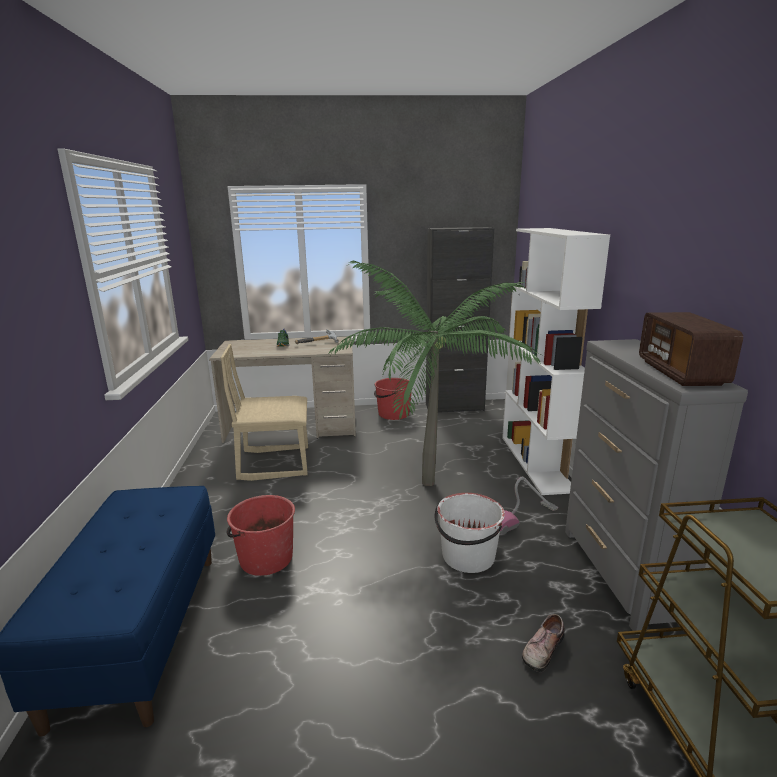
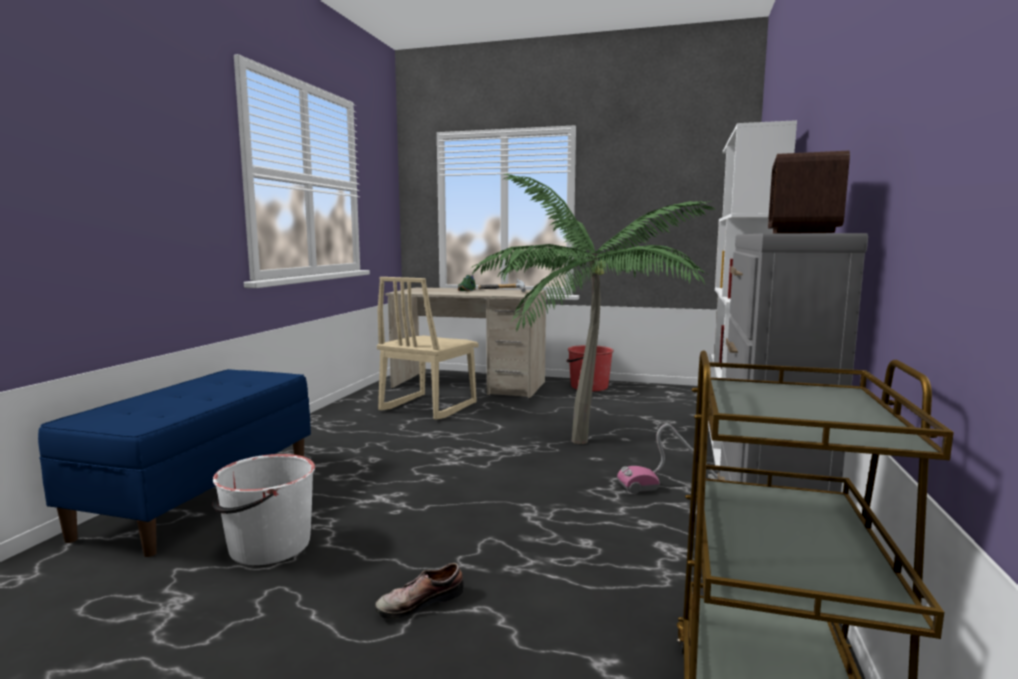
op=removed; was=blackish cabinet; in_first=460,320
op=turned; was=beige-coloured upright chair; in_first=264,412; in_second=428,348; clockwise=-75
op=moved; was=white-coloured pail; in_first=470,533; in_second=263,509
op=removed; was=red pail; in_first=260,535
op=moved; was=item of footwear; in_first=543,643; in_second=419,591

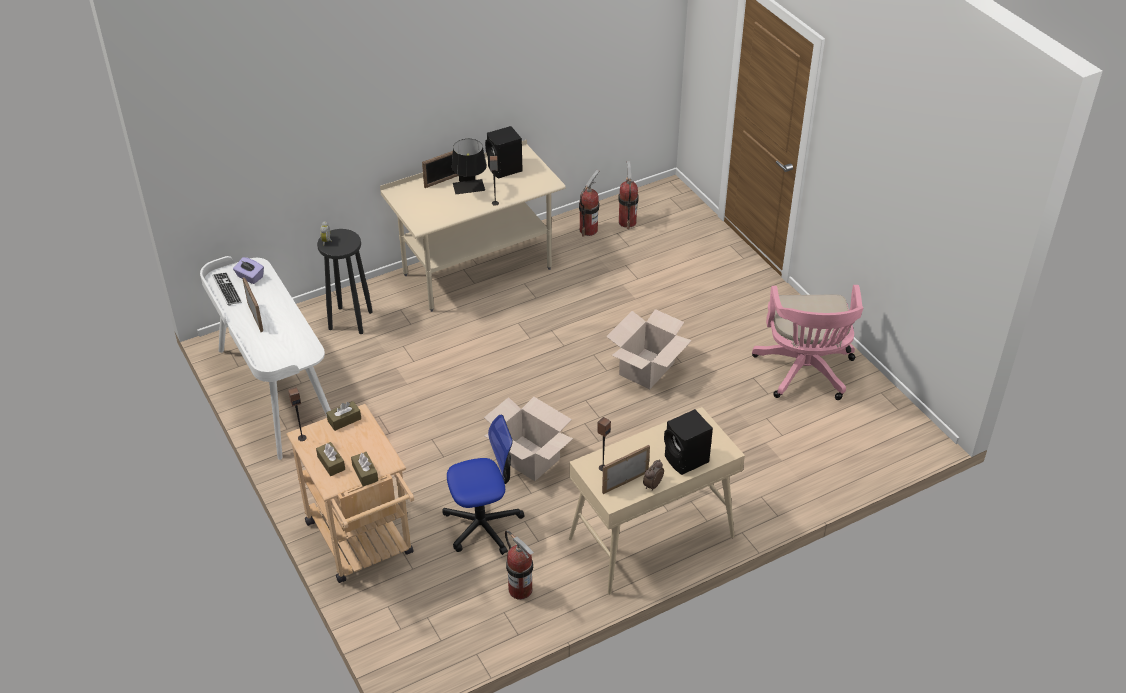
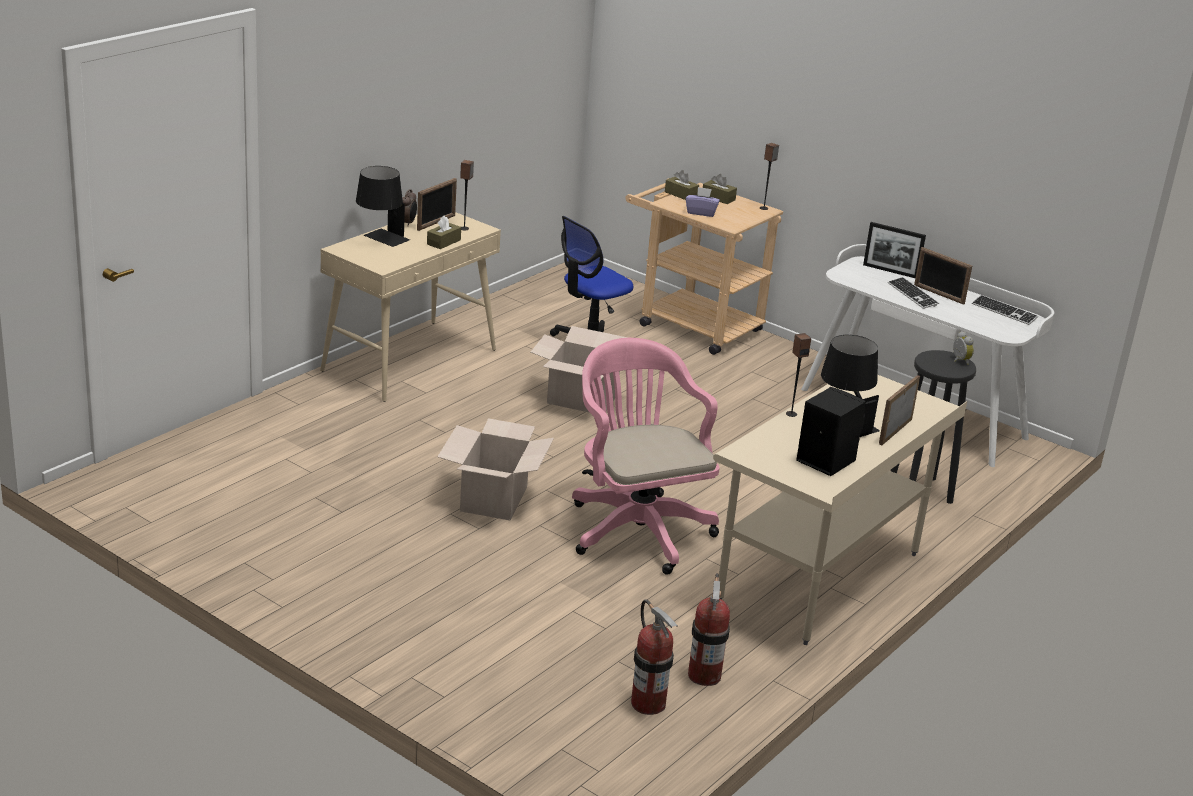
op=moved; was=purple tissue box; in_first=248,270; in_second=703,202
op=moved; was=pinkish office chair; in_first=807,342; in_second=646,456
op=moved; was=brown-coloured tissue box; in_first=343,416; in_second=444,232
op=replaced; was=blackish audio speaker; now=blackish table lamp; in_first=688,442; in_second=383,206
op=removed; was=fire-fighting cylinder; in_first=519,565
op=added; now=photo frame; in_second=894,250
op=added; now=computer keyboard; in_second=913,293

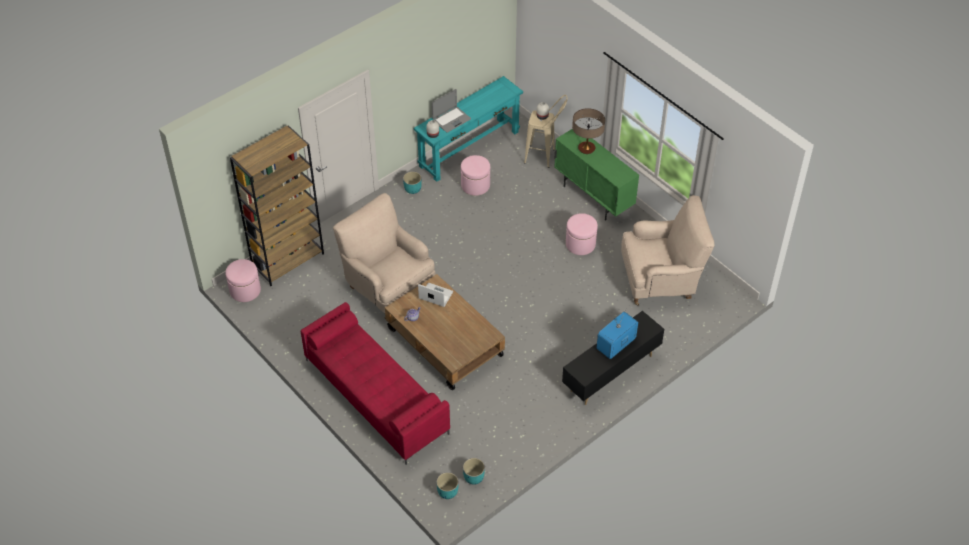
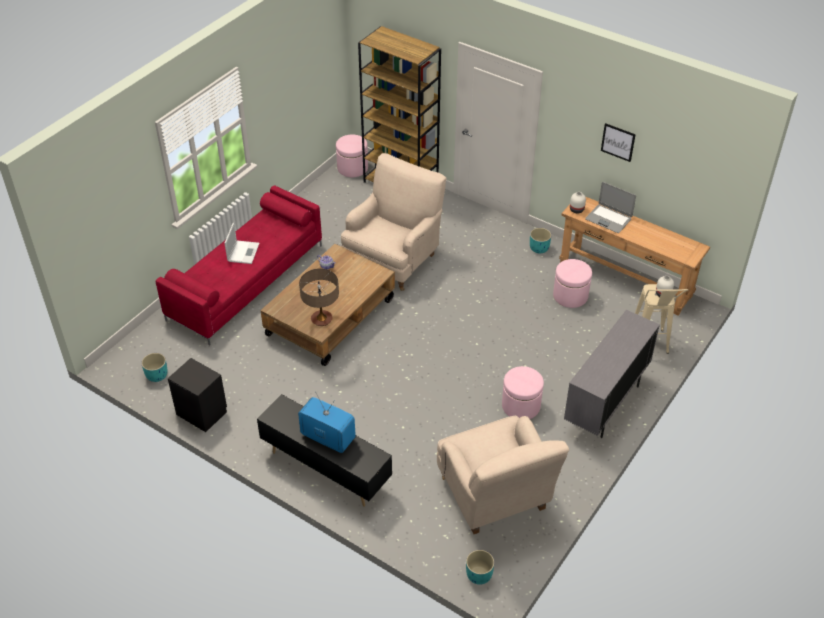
op=recoloured; was=turquoise hall table; now=brown-coloured hall table; in_first=468,129; in_second=634,256
op=moved; was=table lamp; in_first=588,131; in_second=319,297
op=recoloured; was=green-coloured cabinet; now=grey cabinet; in_first=596,175; in_second=612,374
op=moved; was=notebook computer; in_first=435,294; in_second=242,243
op=moved; was=turquoise plant pot; in_first=447,485; in_second=480,567
op=added; now=wall picture; in_second=618,142
op=added; now=blackish bedside table; in_second=197,395

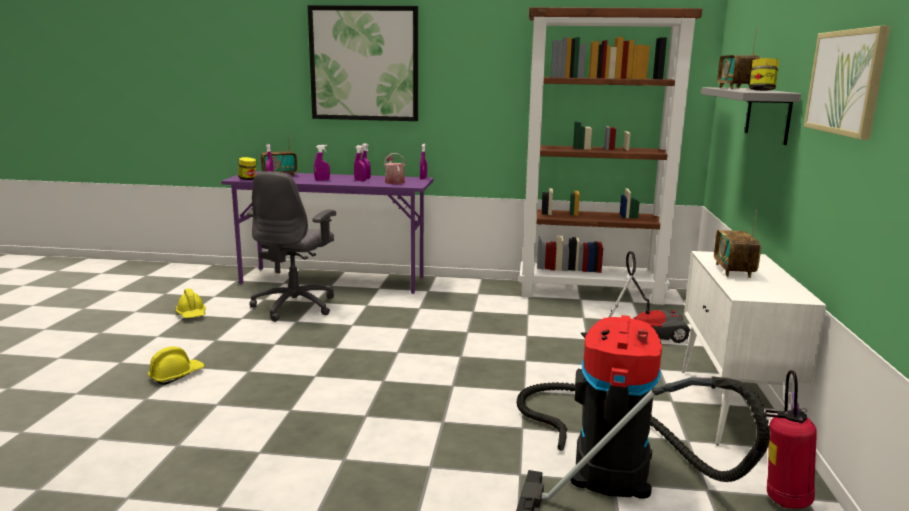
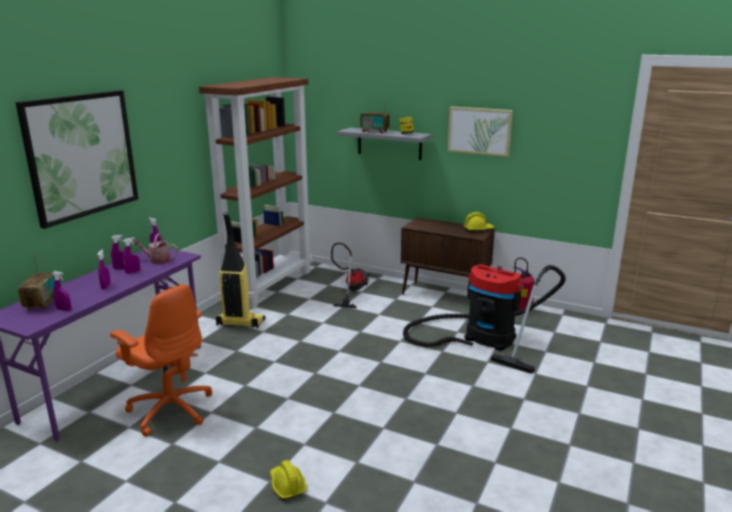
op=removed; was=jar; in_first=247,168
op=recoloured; was=grey office chair; now=orange-coloured office chair; in_first=291,246; in_second=161,360
op=removed; was=radio; in_first=737,244
op=recoloured; was=white-coloured cabinet; now=brown-coloured cabinet; in_first=754,348; in_second=448,256
op=moved; was=yellow-coloured work helmet; in_first=191,303; in_second=479,222
op=added; now=vacuum; in_second=240,270

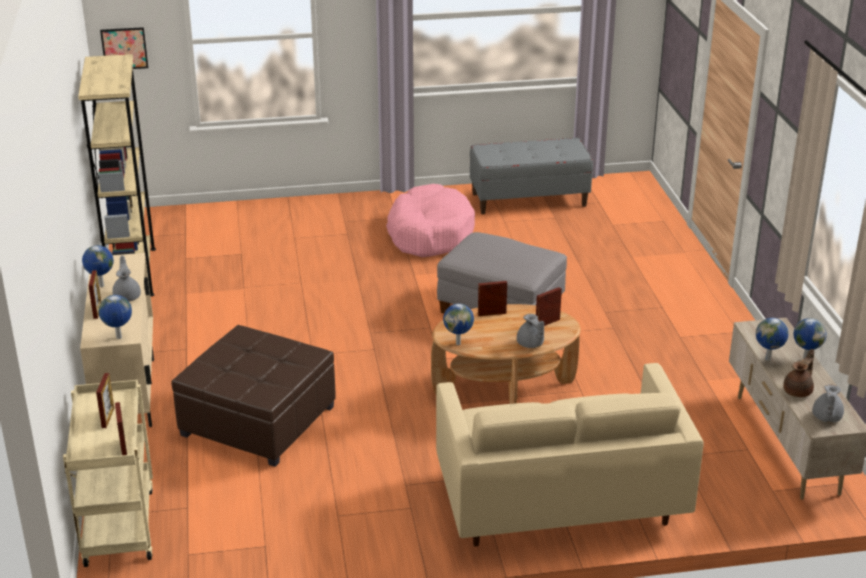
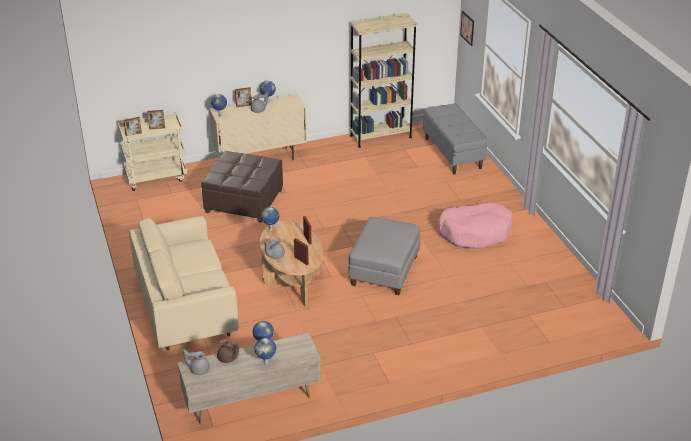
op=moved; was=grey bench; in_first=531,176; in_second=455,138

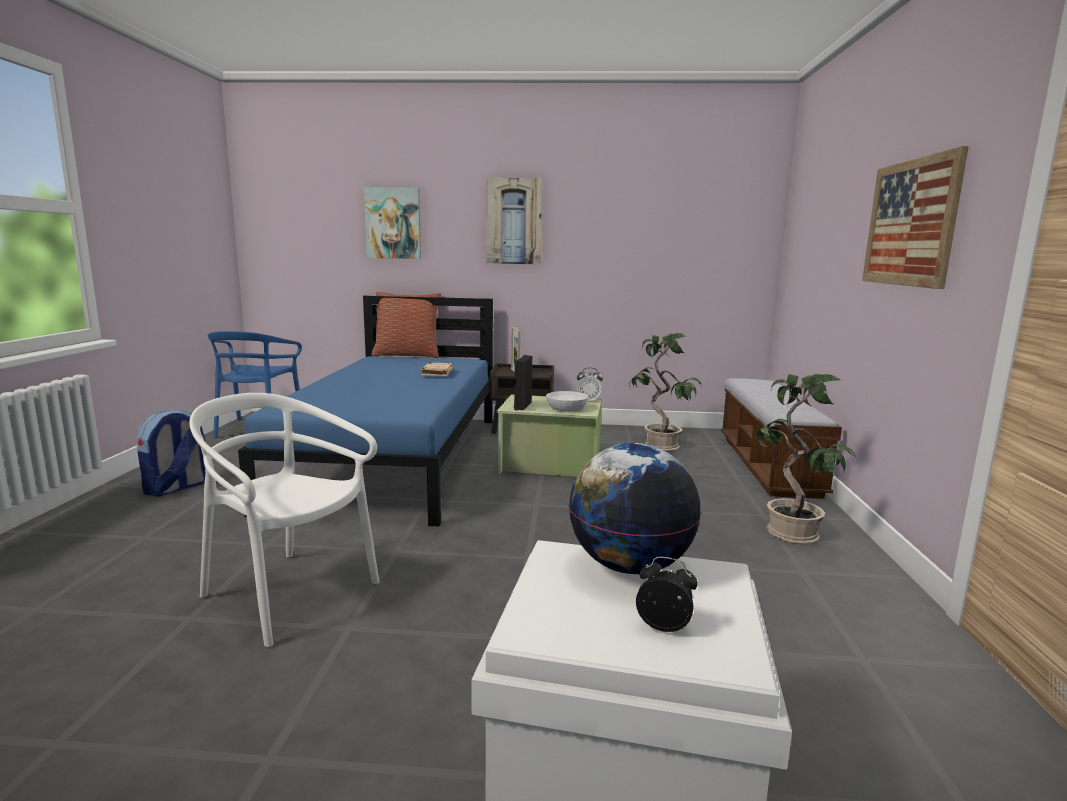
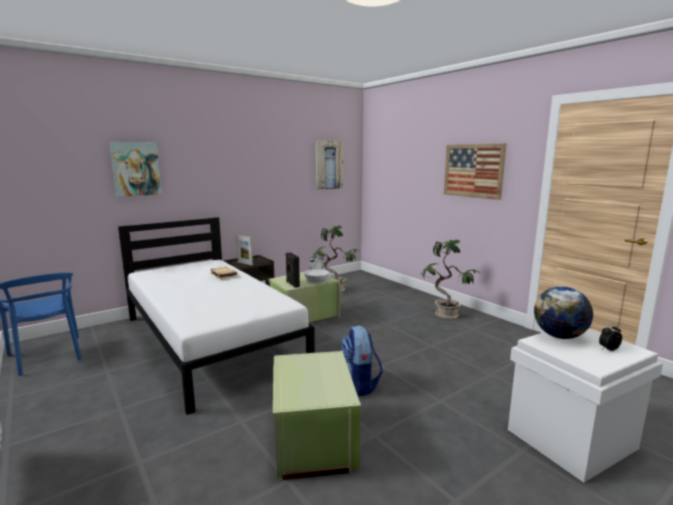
op=moved; was=wall picture; in_first=514,221; in_second=329,165
op=removed; was=throw pillow; in_first=406,325
op=recoloured; was=bluish bedroom bed; now=white-coloured bedroom bed; in_first=365,411; in_second=216,316
op=removed; was=bench; in_first=781,438
op=replaced; was=white-coloured upright chair; now=green-coloured storage bin; in_first=284,520; in_second=317,415
op=moved; was=rucksack; in_first=171,453; in_second=362,361

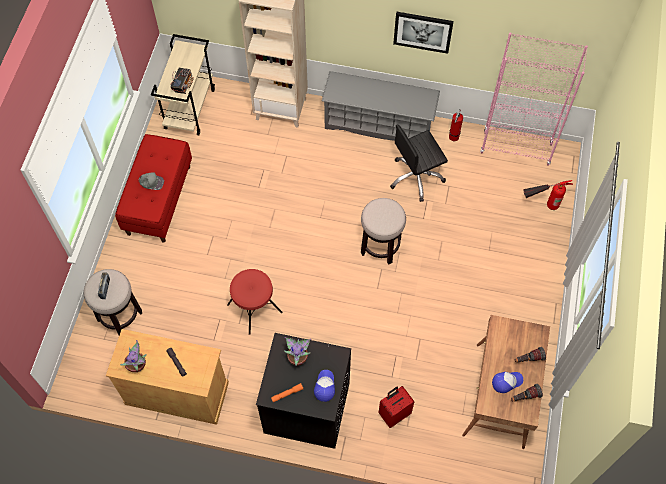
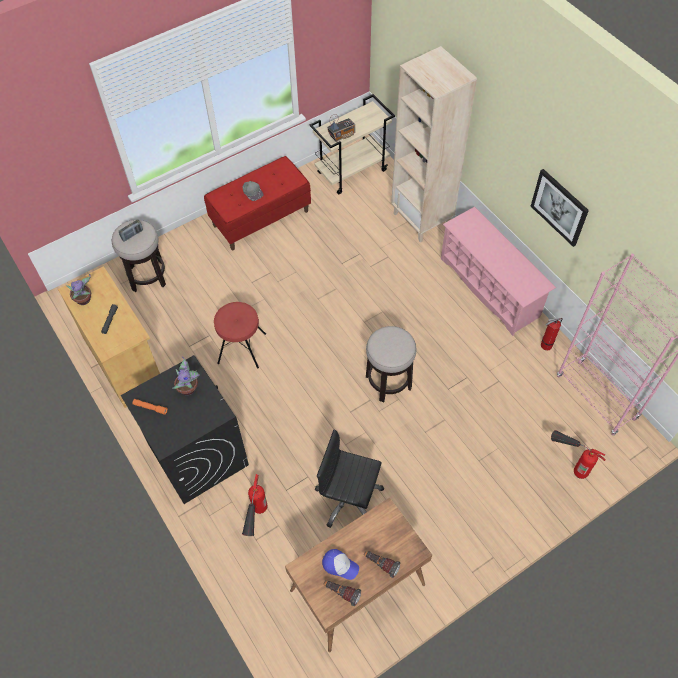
op=recoloured; was=grey shoe shelf; now=pinkish shoe shelf; in_first=381,106; in_second=498,271
op=moved; was=blackish office chair; in_first=419,163; in_second=349,478
op=removed; was=cap; in_first=324,386
op=replaced; was=red suitcase; now=fire-fighting cylinder; in_first=396,407; in_second=255,505

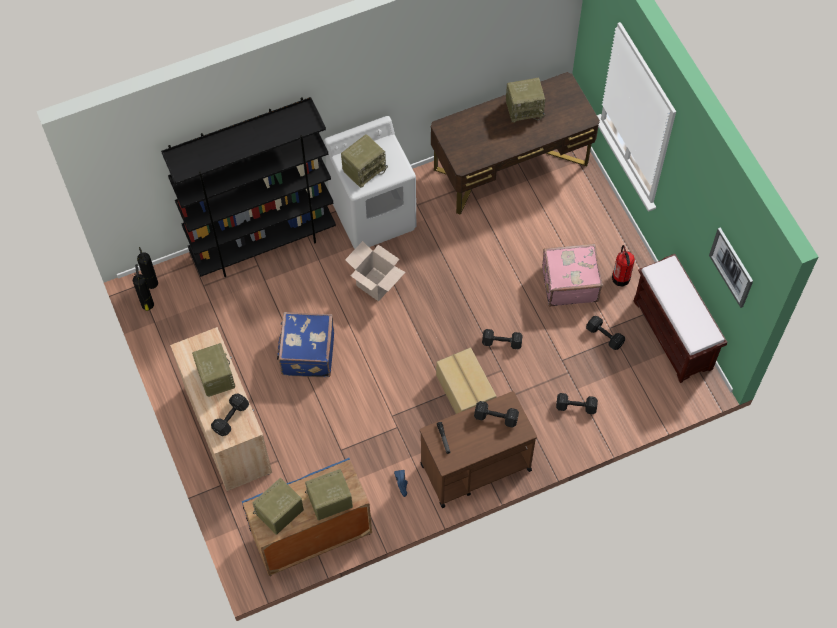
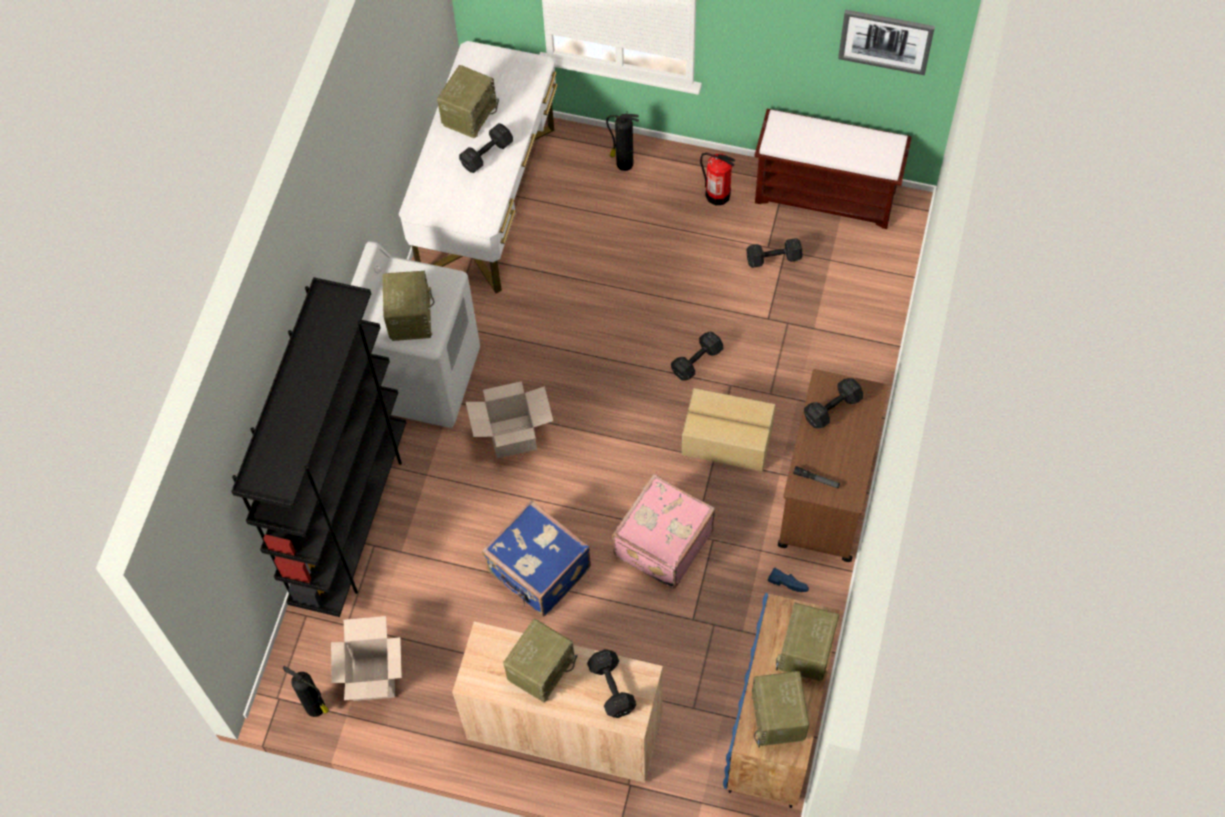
op=recoloured; was=brown-coloured desk unit; now=white-coloured desk unit; in_first=515,143; in_second=478,167
op=moved; was=pinkish suitcase; in_first=572,275; in_second=664,531
op=moved; was=fire-fighting cylinder; in_first=147,268; in_second=622,141
op=turned; was=radio; in_first=213,370; in_second=540,661; clockwise=105
op=moved; was=blackish dumbbell; in_first=577,403; in_second=486,148
op=added; now=carton; in_second=366,658

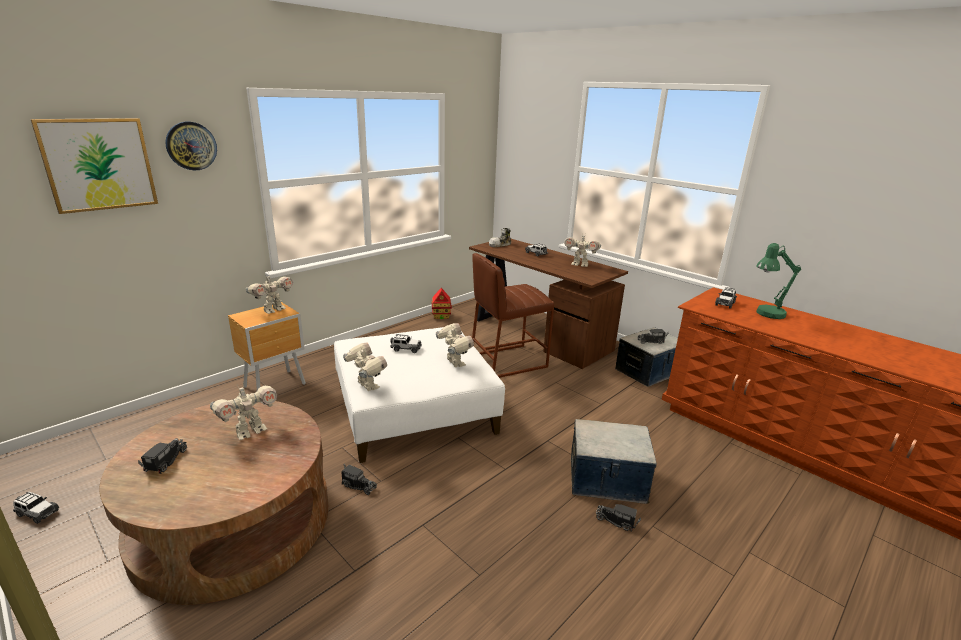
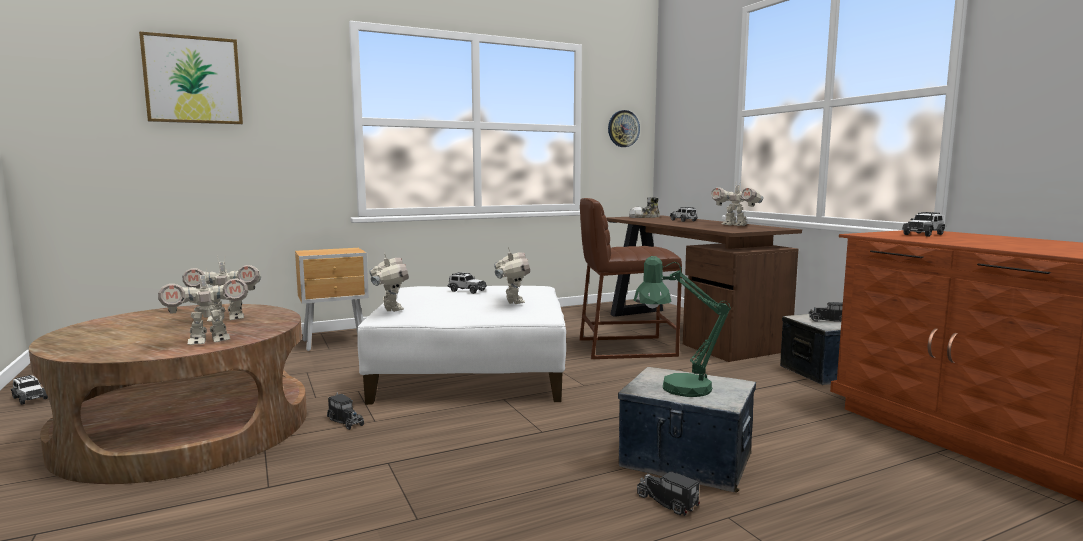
op=moved; was=hanging clock; in_first=191,146; in_second=624,128
op=moved; was=green-coloured table lamp; in_first=779,281; in_second=682,326
op=moved; was=toy robot; in_first=269,295; in_second=203,306
op=removed; was=model house; in_first=442,303
op=removed; was=toy truck; in_first=162,456

